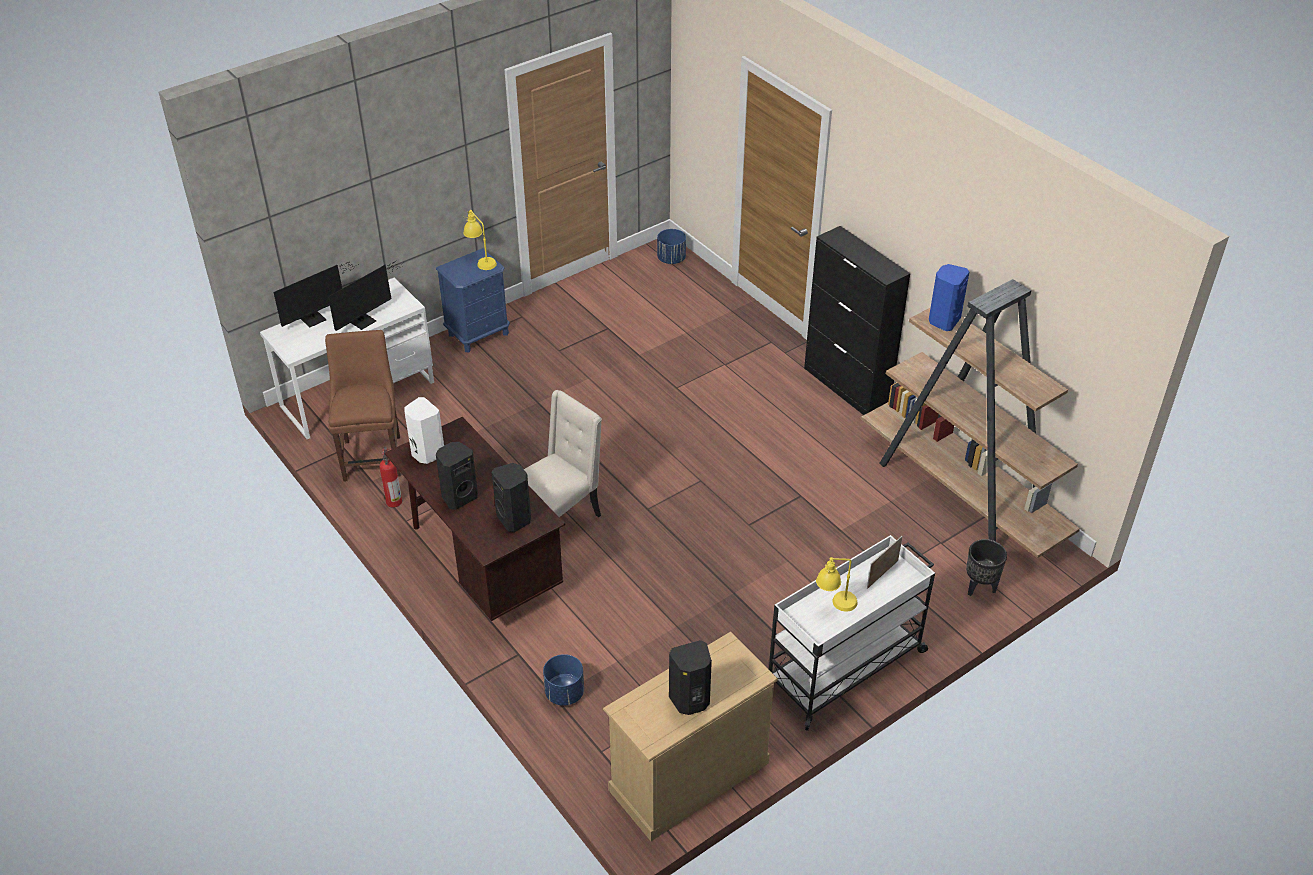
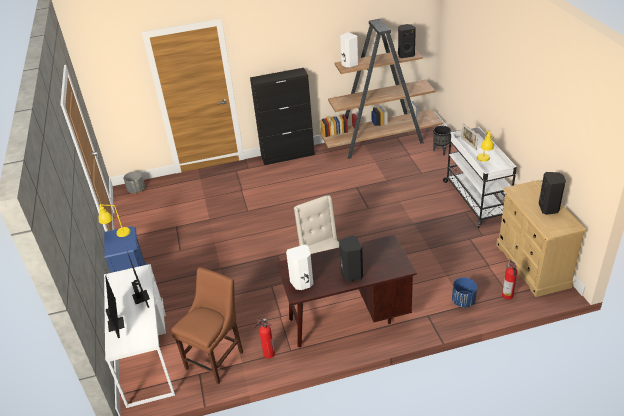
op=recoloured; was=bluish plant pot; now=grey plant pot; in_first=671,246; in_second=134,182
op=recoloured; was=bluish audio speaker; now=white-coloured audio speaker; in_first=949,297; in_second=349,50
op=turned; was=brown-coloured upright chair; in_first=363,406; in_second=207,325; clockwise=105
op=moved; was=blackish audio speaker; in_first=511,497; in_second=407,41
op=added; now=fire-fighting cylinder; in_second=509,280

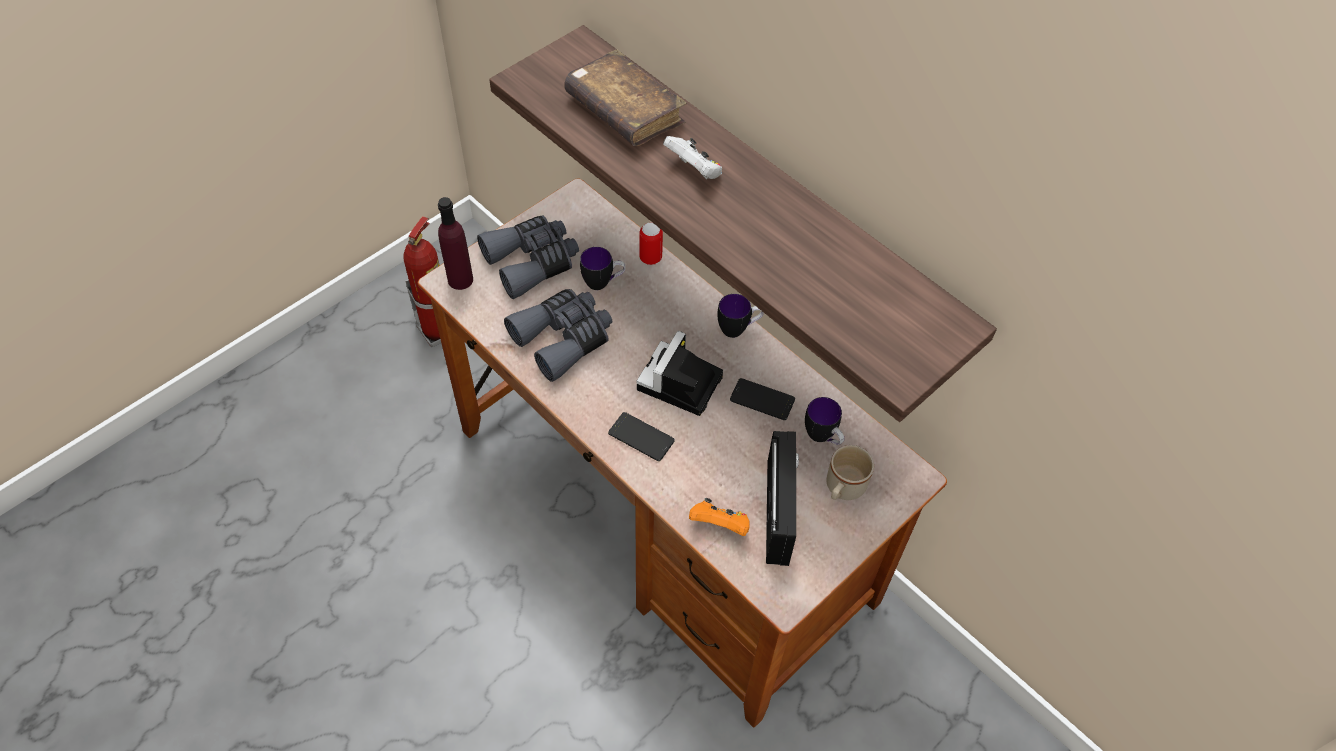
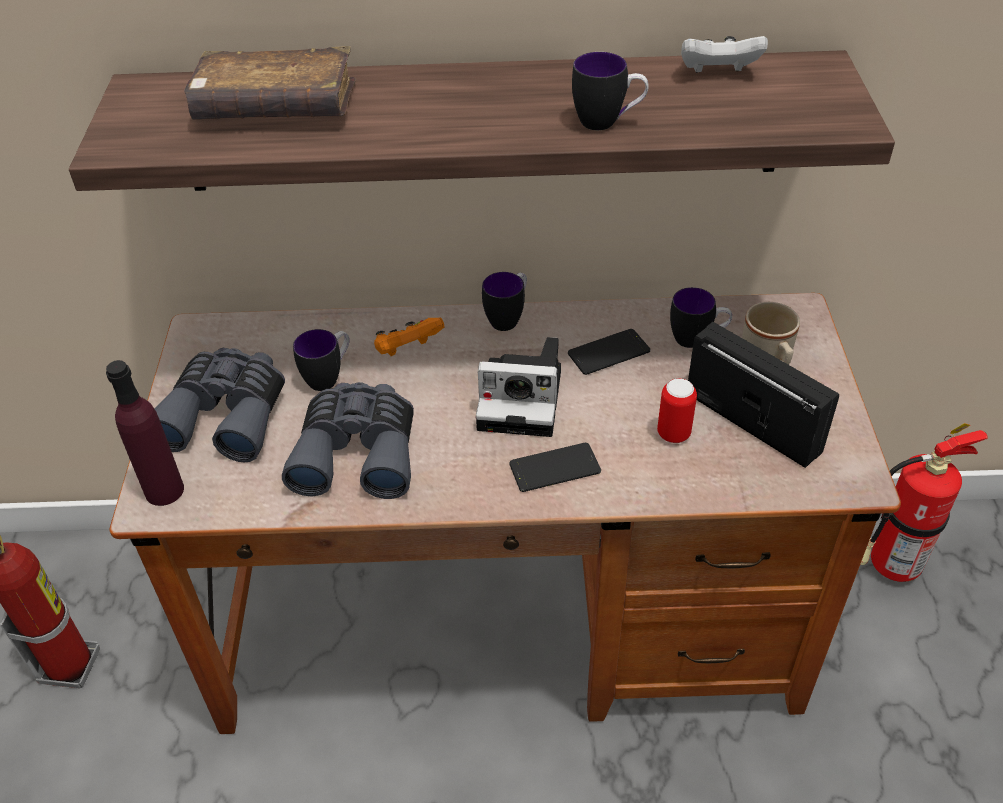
op=moved; was=white-coloured joypad; in_first=692,157; in_second=724,54
op=moved; was=sealed can; in_first=651,243; in_second=677,410
op=turned; was=photo camera; in_first=680,373; in_second=518,387; clockwise=-60
op=moved; was=orange-coloured joypad; in_first=719,517; in_second=409,337
op=added; now=tea mug; in_second=610,91
op=added; now=fire-fighting cylinder; in_second=923,502

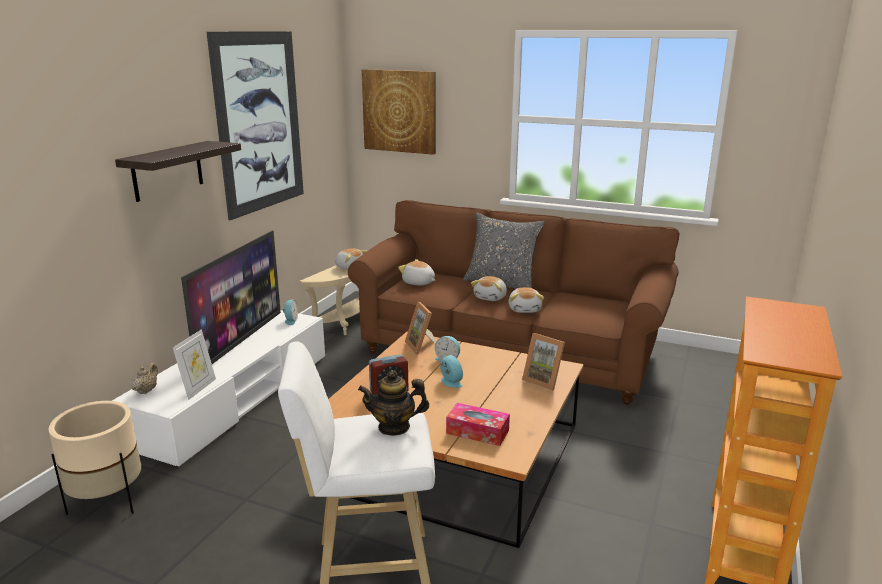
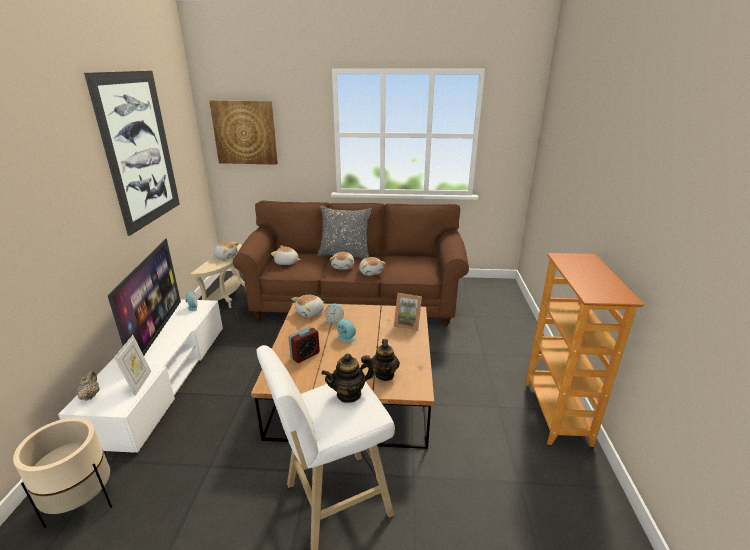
op=removed; was=bracket shelf; in_first=178,171
op=replaced; was=photo frame; now=plush toy; in_first=420,328; in_second=308,306
op=replaced; was=tissue box; now=pot for tea; in_first=478,424; in_second=385,360

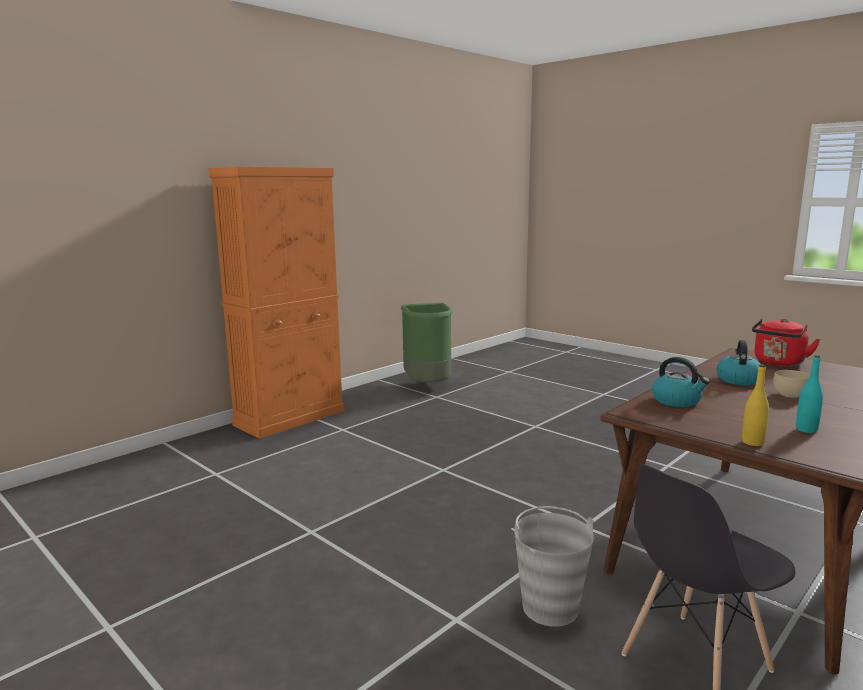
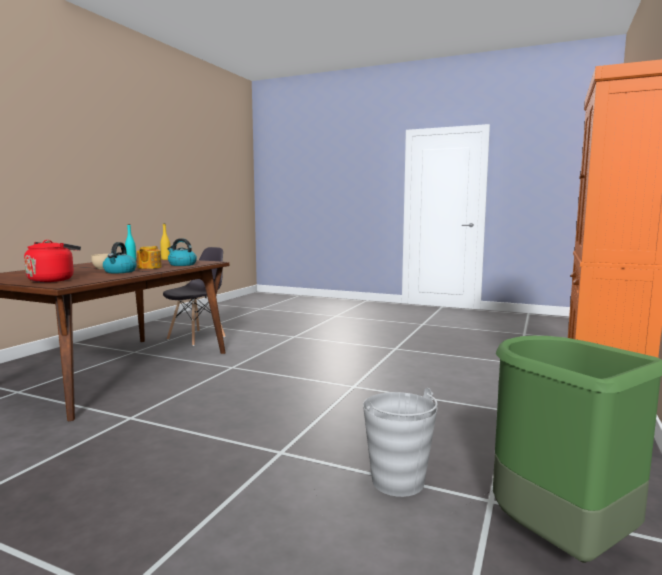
op=moved; was=grey pail; in_first=552,566; in_second=400,442
op=added; now=pot for tea; in_second=149,257

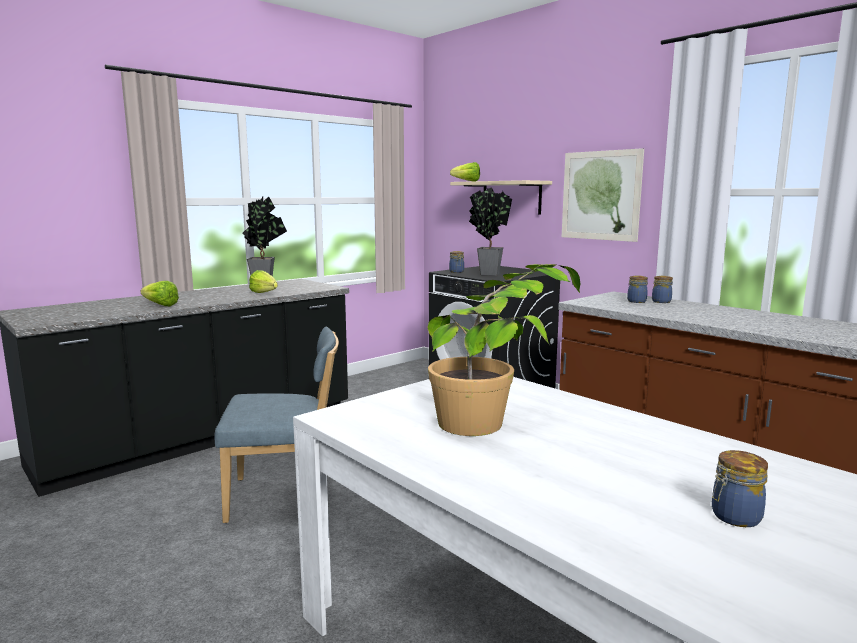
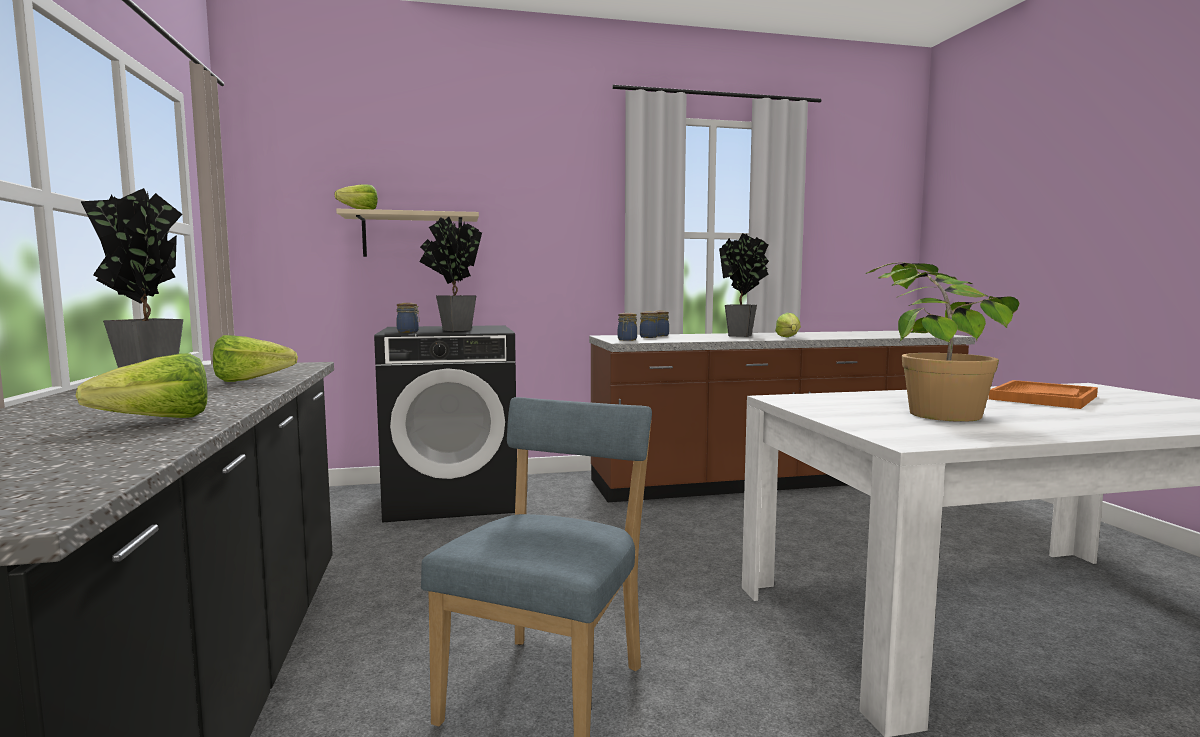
op=removed; was=wall picture; in_first=603,195
op=moved; was=jar; in_first=740,488; in_second=627,327
op=added; now=plant in a pot; in_second=744,285
op=added; now=lettuce; in_second=788,325
op=added; now=orange-coloured tray; in_second=1043,394

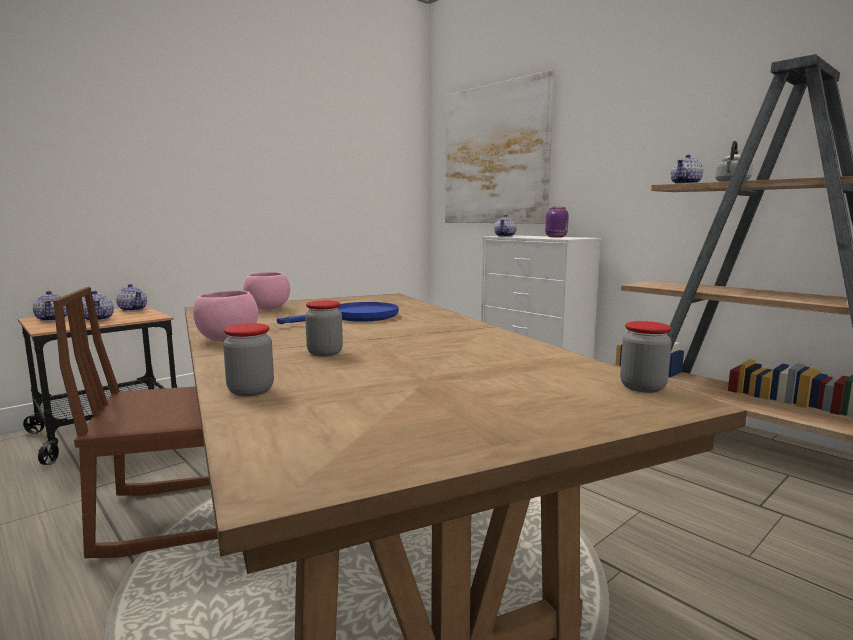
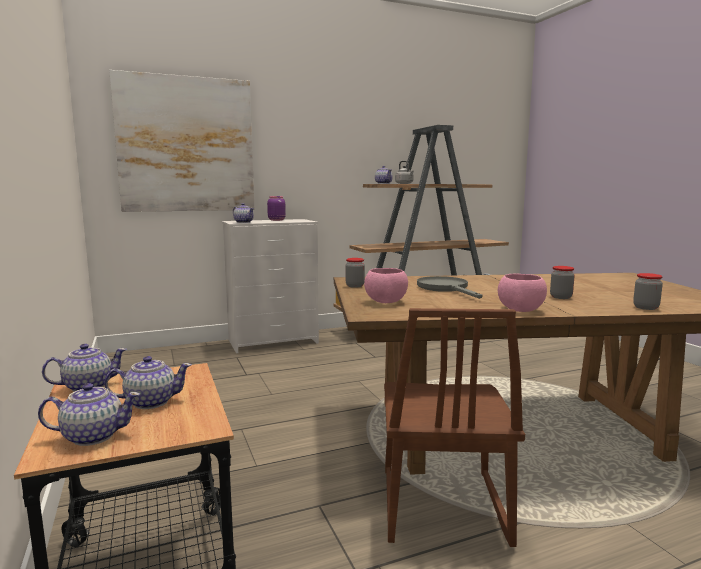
op=recoloured; was=bluish pan; now=grey pan; in_first=338,313; in_second=449,287
op=moved; was=jar; in_first=646,357; in_second=355,273

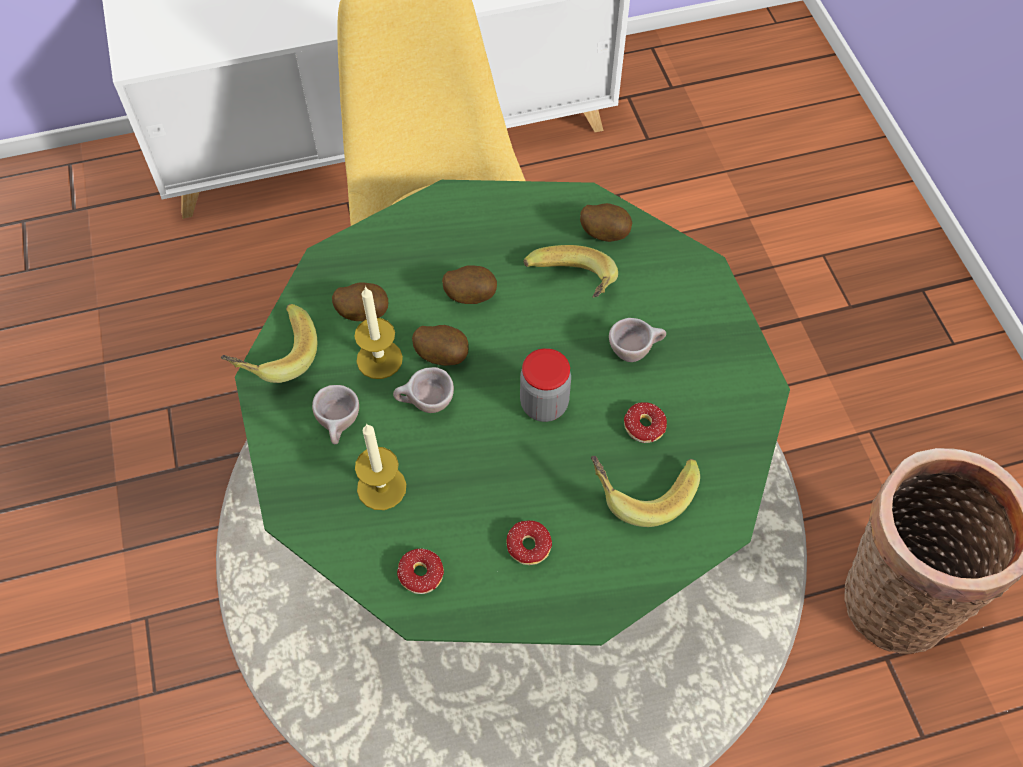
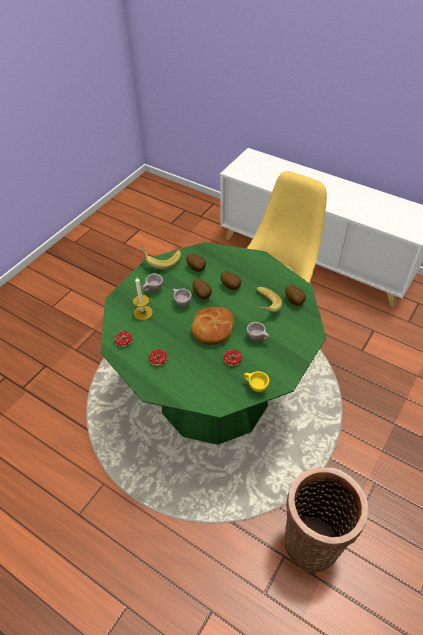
op=removed; was=wax candle; in_first=378,332
op=replaced; was=jar; now=baked bread; in_first=545,385; in_second=213,326
op=removed; was=whole banana; in_first=645,491
op=added; now=yellow-coloured cup; in_second=256,381

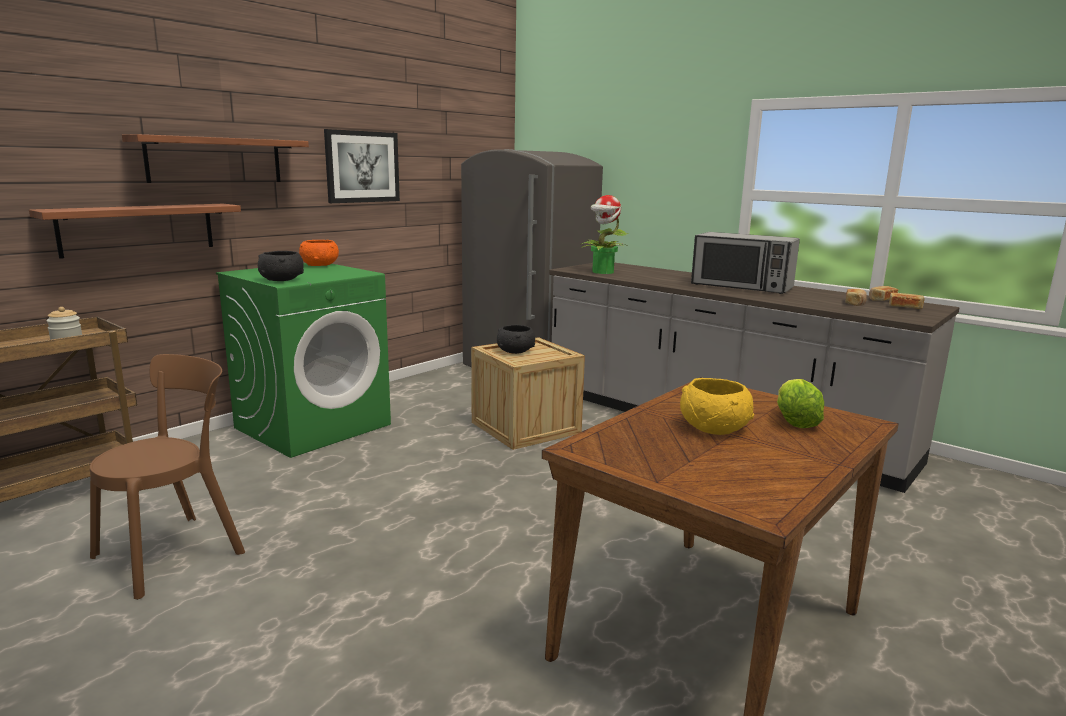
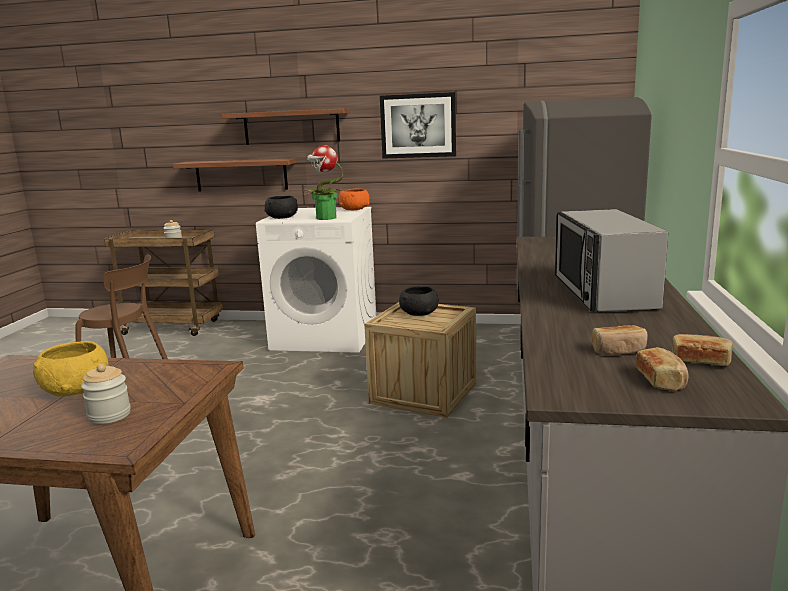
op=moved; was=plant in a pot; in_first=604,234; in_second=324,182
op=recoloured; was=green-coloured laundry appliance; now=white-coloured laundry appliance; in_first=303,360; in_second=316,280
op=replaced; was=lettuce; now=jar; in_first=800,403; in_second=106,394

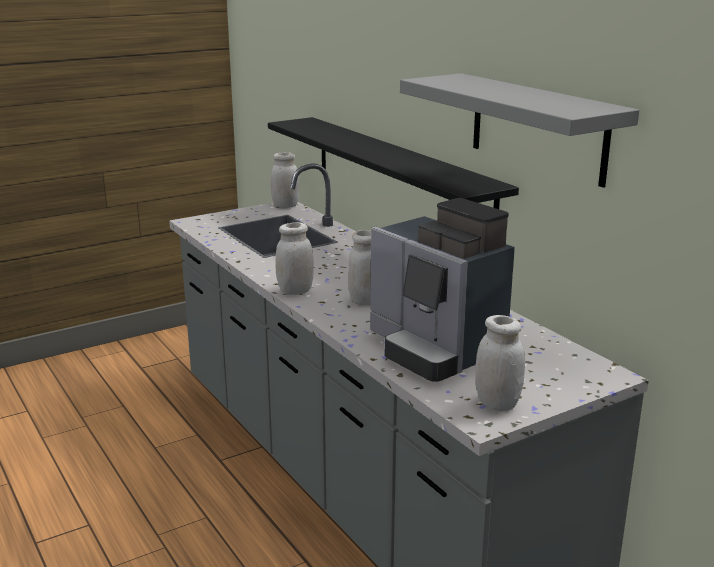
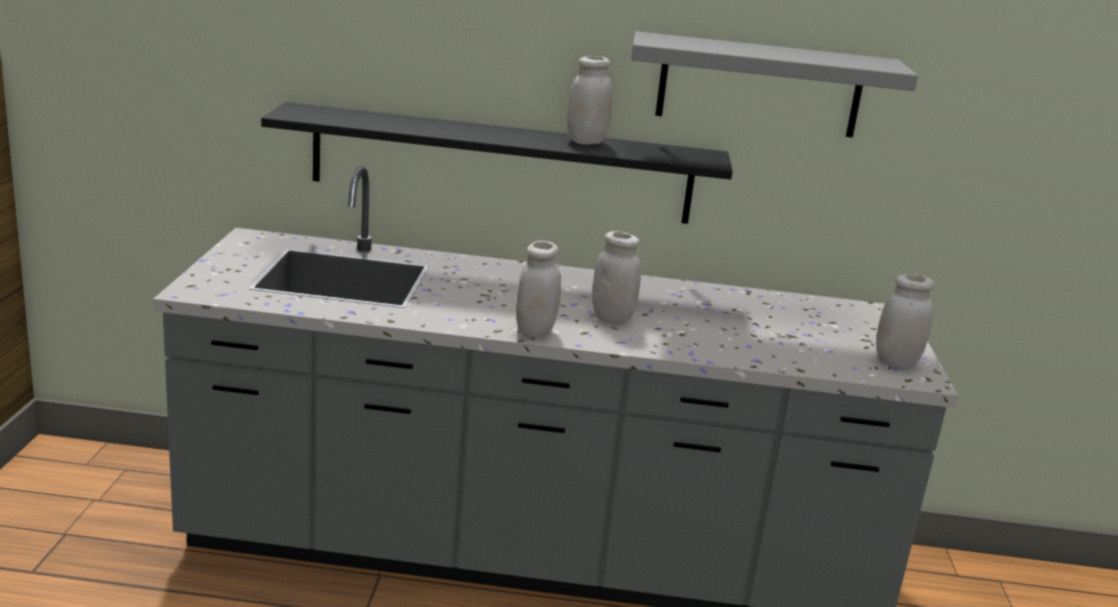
op=moved; was=white-coloured jar; in_first=285,180; in_second=589,100
op=removed; was=coffee maker; in_first=443,290

